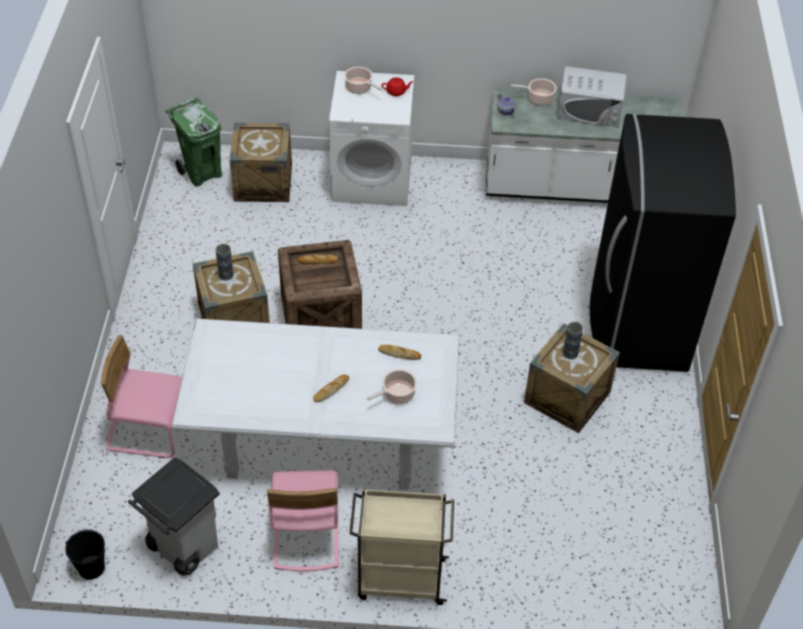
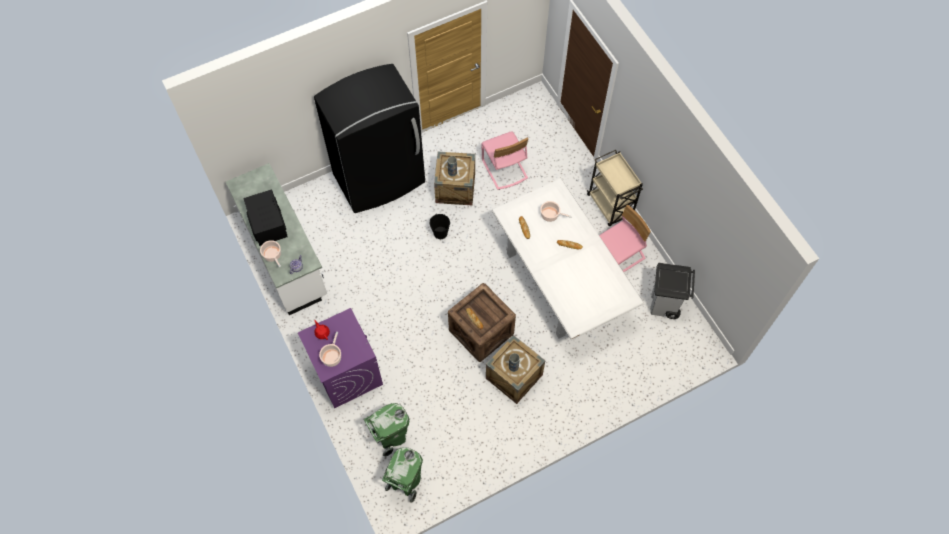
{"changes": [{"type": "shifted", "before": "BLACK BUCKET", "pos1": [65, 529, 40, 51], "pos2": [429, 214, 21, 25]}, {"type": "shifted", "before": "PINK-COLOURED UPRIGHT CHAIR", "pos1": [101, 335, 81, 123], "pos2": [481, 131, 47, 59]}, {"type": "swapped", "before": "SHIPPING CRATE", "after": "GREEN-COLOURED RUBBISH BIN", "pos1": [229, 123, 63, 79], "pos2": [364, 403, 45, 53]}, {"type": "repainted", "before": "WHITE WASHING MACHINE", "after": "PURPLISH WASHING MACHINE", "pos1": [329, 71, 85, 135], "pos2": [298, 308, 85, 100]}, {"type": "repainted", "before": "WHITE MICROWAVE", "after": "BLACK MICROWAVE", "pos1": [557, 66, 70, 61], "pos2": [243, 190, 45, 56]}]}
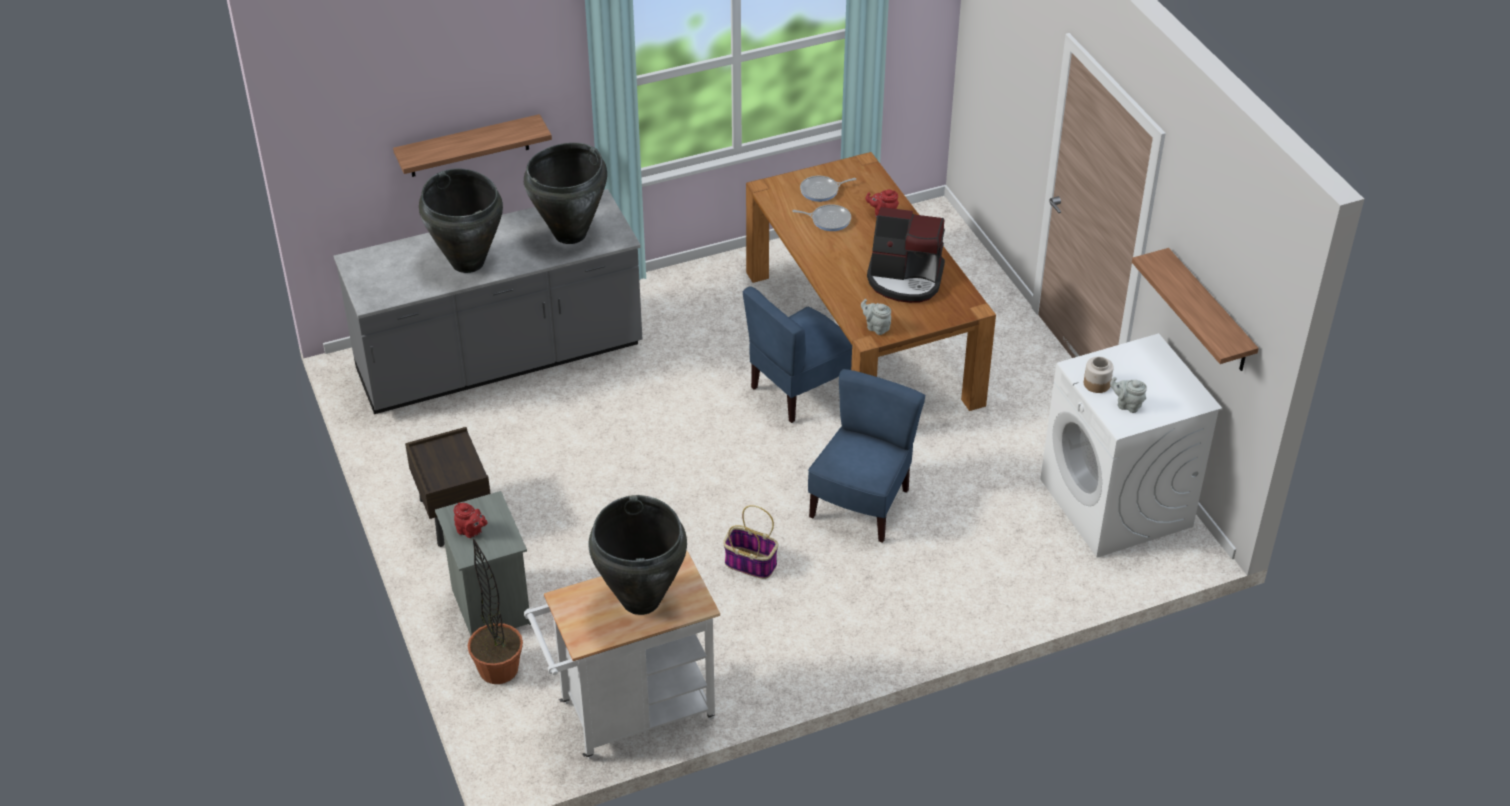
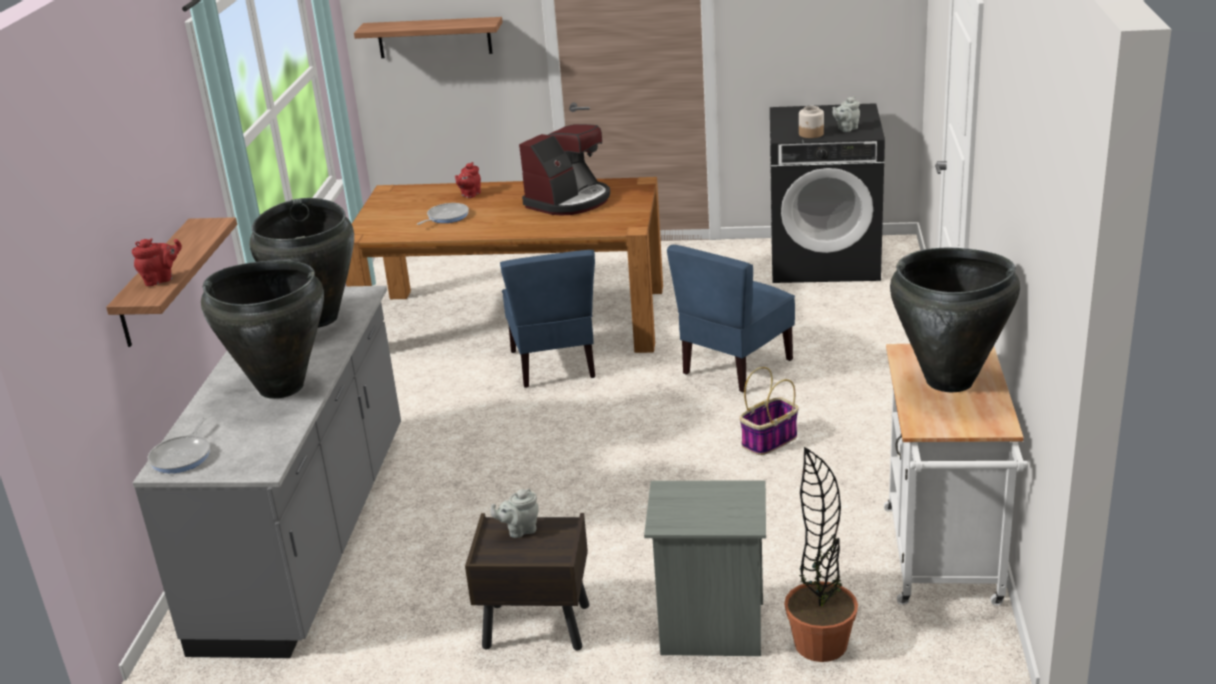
{"changes": [{"type": "shifted", "before": "RED-COLOURED POT FOR TEA", "pos1": [454, 502, 34, 36], "pos2": [132, 238, 50, 48]}, {"type": "shifted", "before": "SKILLET", "pos1": [800, 176, 56, 26], "pos2": [148, 417, 62, 56]}, {"type": "shifted", "before": "GREY POT FOR TEA", "pos1": [861, 299, 30, 36], "pos2": [490, 489, 49, 49]}, {"type": "shifted", "before": "WALL SHELF", "pos1": [1132, 248, 127, 123], "pos2": [354, 17, 149, 41]}, {"type": "repainted", "before": "WHITE WASHING MACHINE", "after": "BLACK WASHING MACHINE", "pos1": [1040, 333, 182, 224], "pos2": [770, 103, 115, 180]}, {"type": "rotated", "before": "BLUE UPRIGHT CHAIR", "pos1": [808, 369, 117, 174], "pos2": [667, 245, 128, 147], "turn": -105}]}
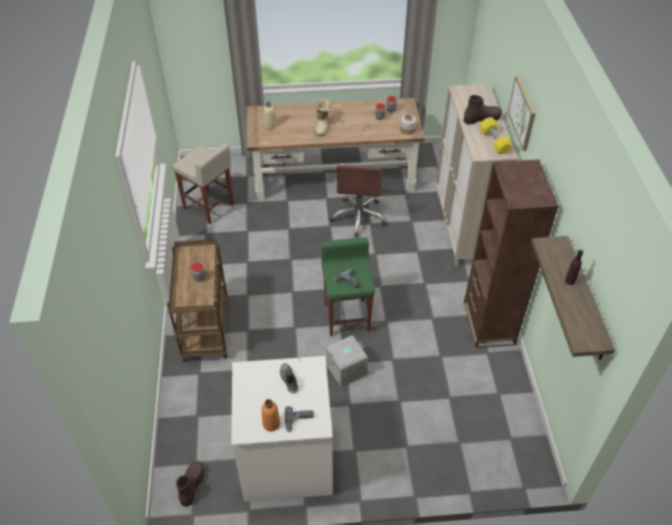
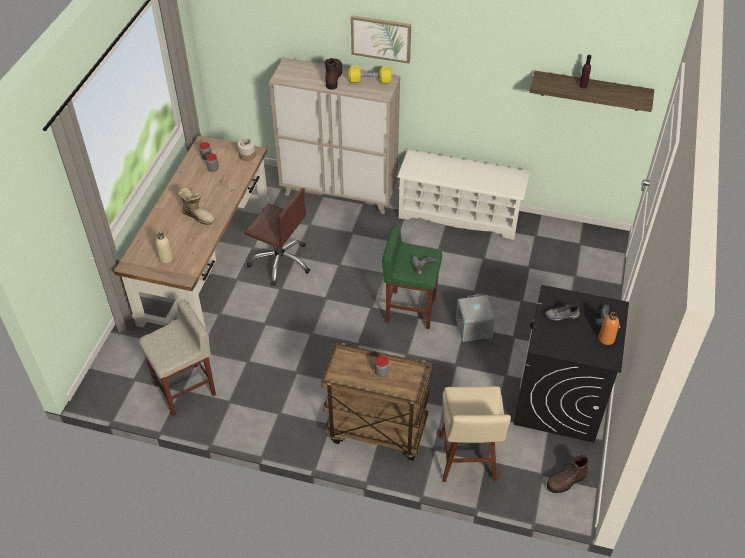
{"changes": [{"type": "new", "after": "BEIGE STOOL SEAT", "pos2": [439, 386, 72, 96]}, {"type": "swapped", "before": "BROWN-COLOURED BOOKCASE", "after": "WHITE SHOE RACK", "pos1": [464, 160, 95, 188], "pos2": [397, 150, 133, 90]}, {"type": "repainted", "before": "WHITE WASHING MACHINE", "after": "BLACK WASHING MACHINE", "pos1": [231, 356, 102, 146], "pos2": [513, 285, 116, 158]}, {"type": "rotated", "before": "BROWN-COLOURED BOOT", "pos1": [176, 461, 28, 46], "pos2": [547, 455, 42, 38], "turn": -60}]}
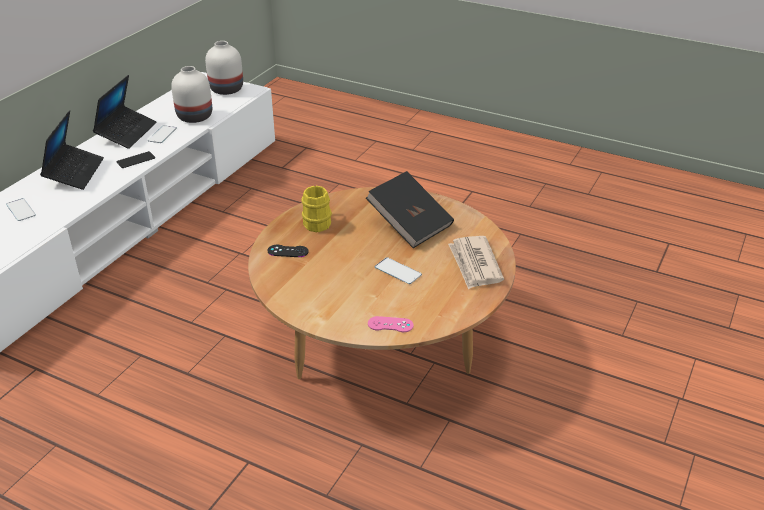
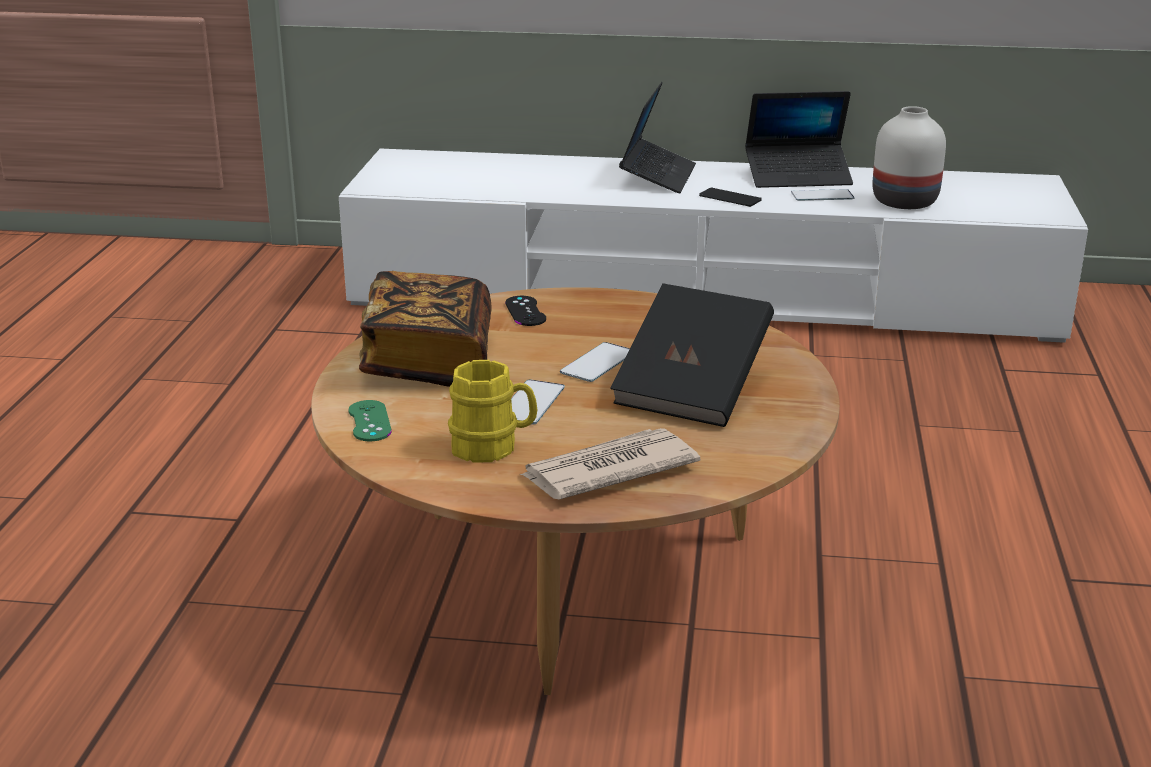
{"changes": [{"type": "gone", "before": "WHITE DECORATIVE VASE", "pos1": [205, 41, 38, 54]}, {"type": "new", "after": "BOUND BOOK", "pos2": [359, 271, 133, 115]}, {"type": "shifted", "before": "HANDSET", "pos1": [6, 198, 30, 23], "pos2": [560, 342, 70, 40]}, {"type": "shifted", "before": "YELLOWISH TEA MUG", "pos1": [301, 186, 31, 46], "pos2": [448, 360, 90, 103]}, {"type": "repainted", "before": "PINK-COLOURED GAMEPAD", "after": "GREEN-COLOURED GAMEPAD", "pos1": [368, 316, 46, 16], "pos2": [348, 400, 44, 42]}, {"type": "rotated", "before": "LAPTOP", "pos1": [40, 110, 64, 80], "pos2": [619, 82, 77, 111], "turn": -60}]}
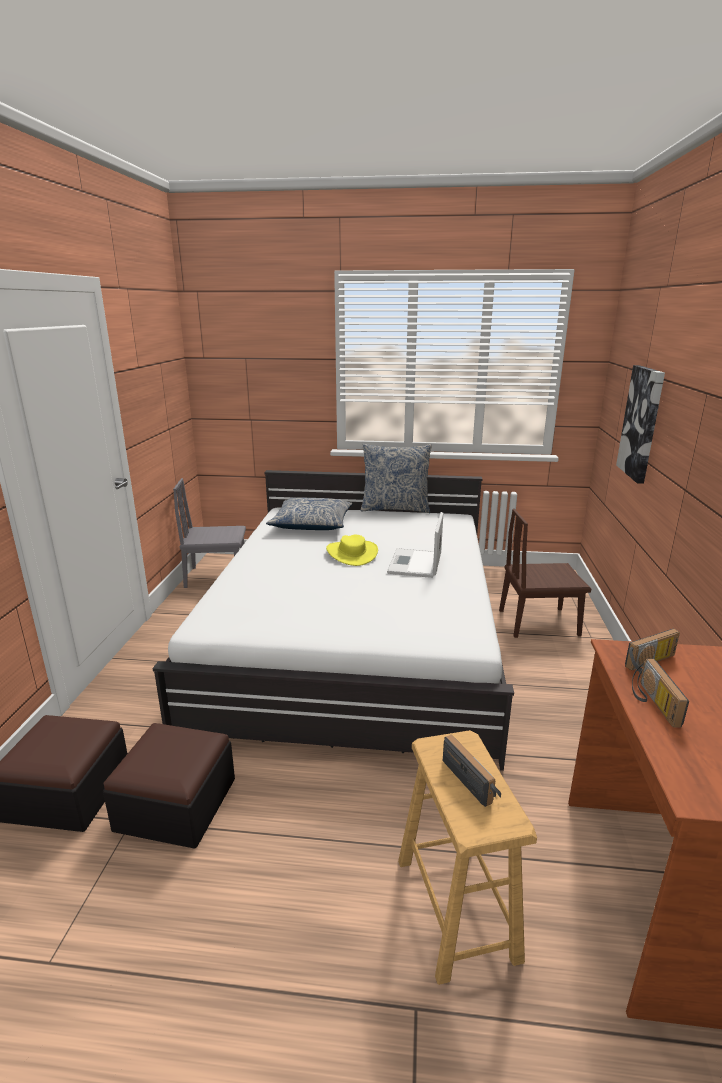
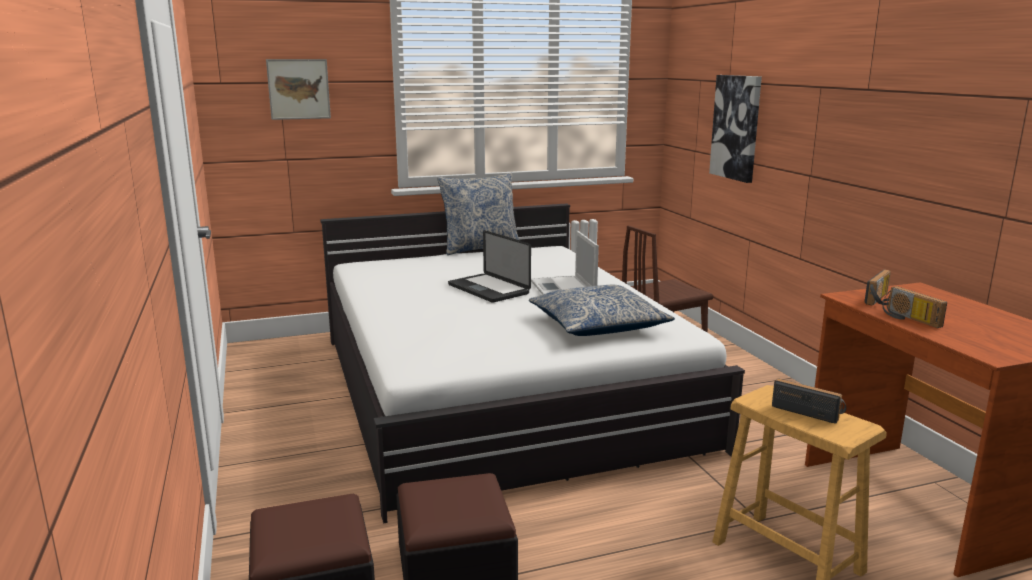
{"changes": [{"type": "gone", "before": "GREY UPRIGHT CHAIR", "pos1": [173, 478, 73, 110]}, {"type": "new", "after": "PICTURE", "pos2": [266, 59, 65, 61]}, {"type": "shifted", "before": "CUSHION", "pos1": [266, 498, 87, 32], "pos2": [529, 285, 146, 51]}, {"type": "swapped", "before": "YELLOWISH HAT", "after": "LAPTOP", "pos1": [326, 535, 52, 31], "pos2": [448, 230, 83, 73]}]}
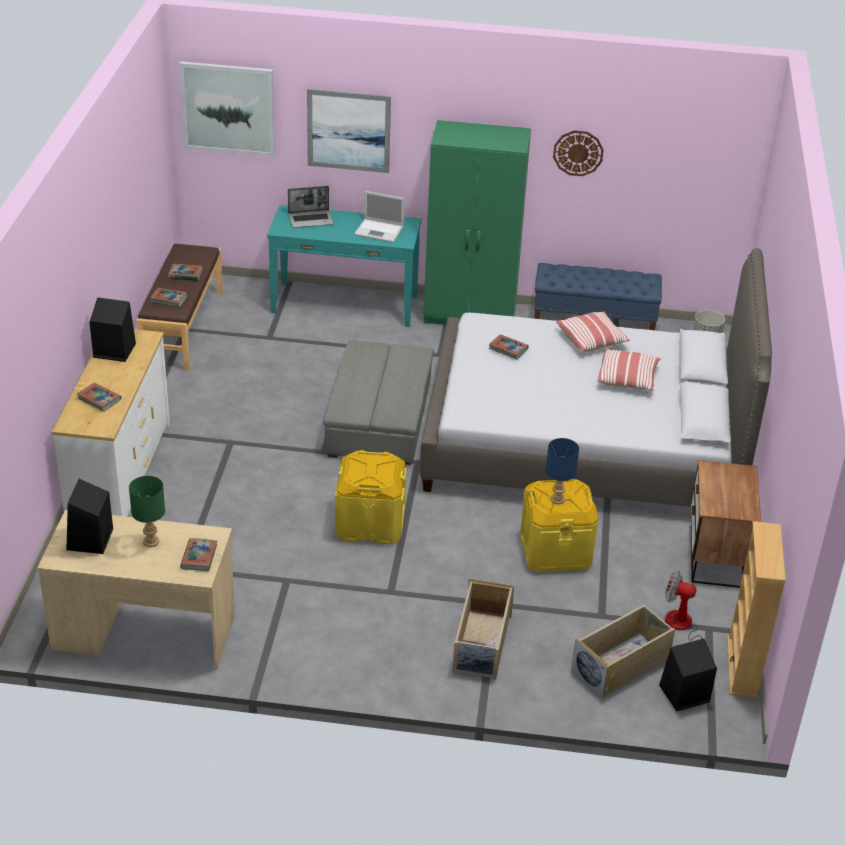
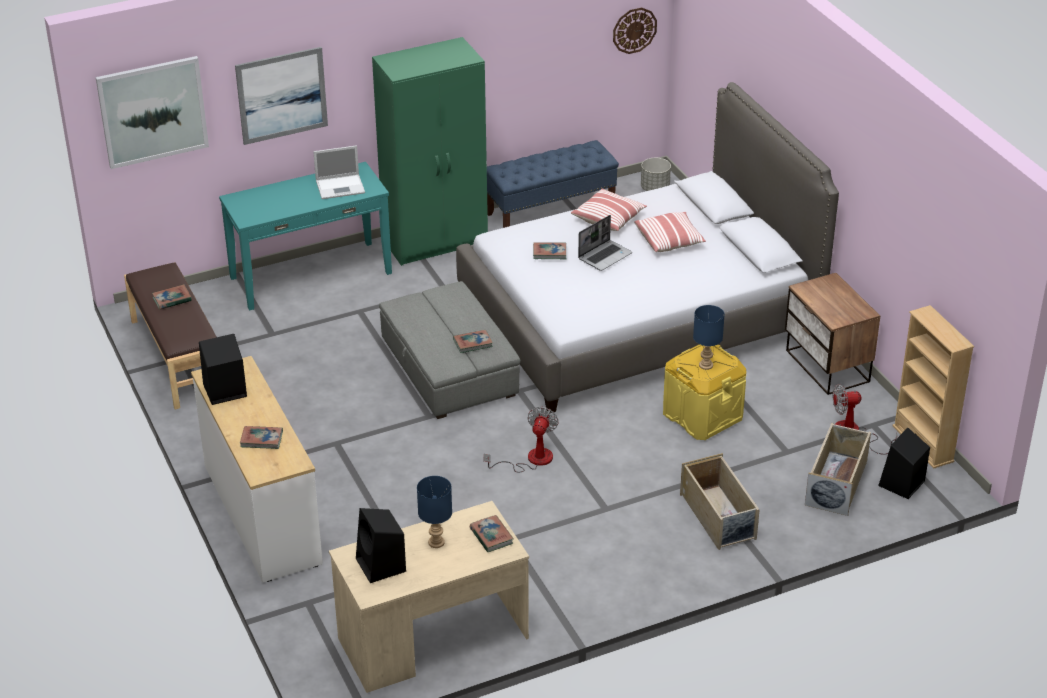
{"changes": [{"type": "shifted", "before": "BOUND BOOK", "pos1": [150, 287, 38, 20], "pos2": [453, 330, 40, 23]}, {"type": "shifted", "before": "LAPTOP", "pos1": [288, 186, 46, 42], "pos2": [578, 215, 54, 56]}, {"type": "shifted", "before": "CLOCK ON THE WALL", "pos1": [553, 130, 51, 46], "pos2": [613, 7, 44, 47]}, {"type": "swapped", "before": "YELLOWISH STORAGE BIN", "after": "FAN", "pos1": [335, 450, 71, 94], "pos2": [484, 407, 75, 66]}, {"type": "repainted", "before": "GREEN-COLOURED TABLE LAMP", "after": "BLUE TABLE LAMP", "pos1": [129, 476, 36, 71], "pos2": [417, 476, 35, 72]}]}
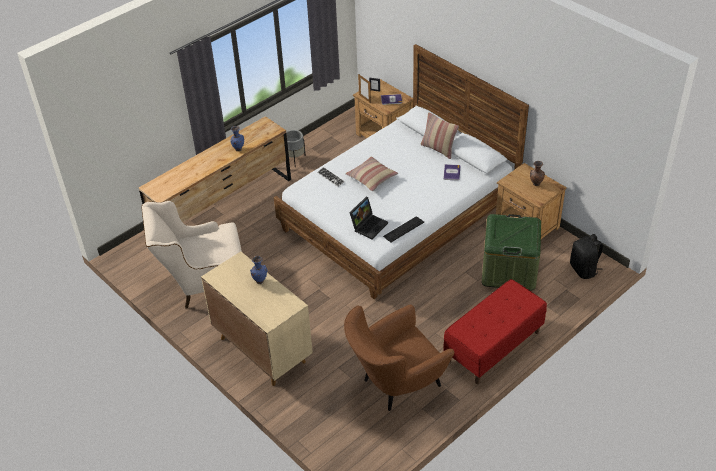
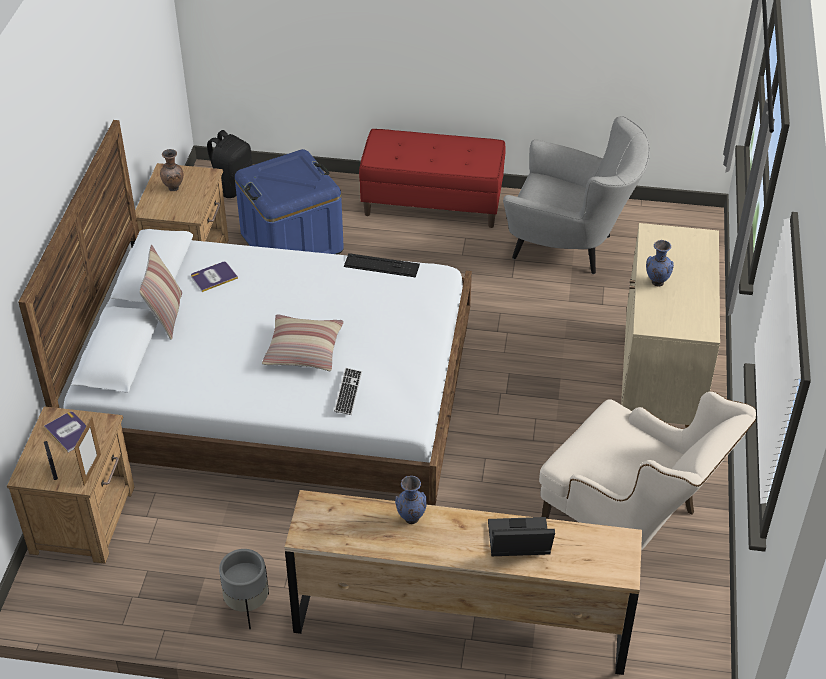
{"changes": [{"type": "shifted", "before": "LAPTOP", "pos1": [349, 197, 39, 42], "pos2": [488, 517, 67, 39]}, {"type": "repainted", "before": "BROWN-COLOURED EASY CHAIR", "after": "GREY EASY CHAIR", "pos1": [344, 305, 111, 106], "pos2": [503, 116, 147, 158]}, {"type": "repainted", "before": "GREEN-COLOURED STORAGE BIN", "after": "BLUE STORAGE BIN", "pos1": [482, 214, 59, 77], "pos2": [235, 149, 109, 105]}]}
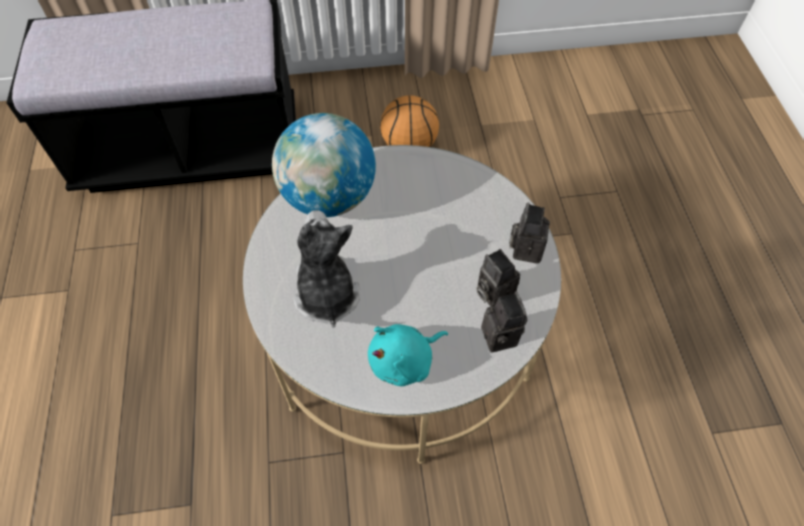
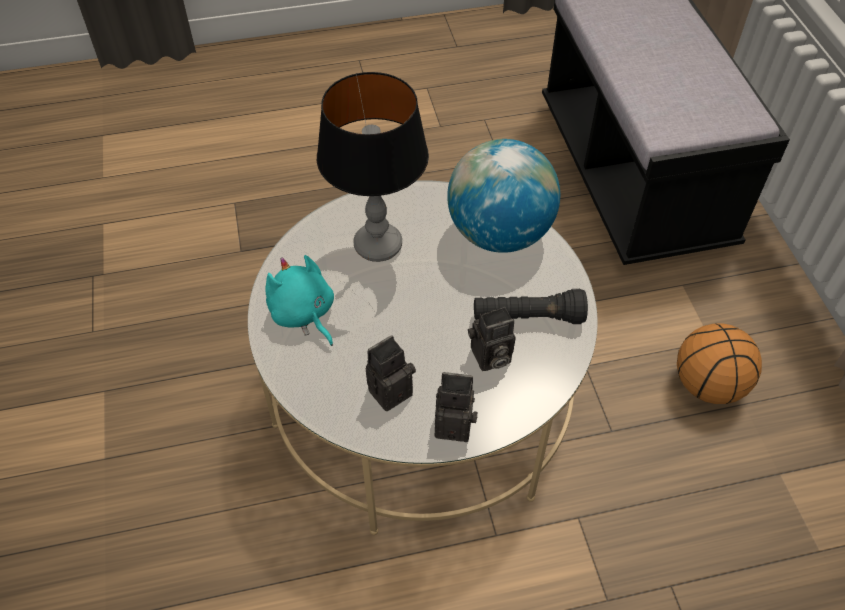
{"changes": [{"type": "new", "after": "BLACK FLASHLIGHT", "pos2": [474, 289, 114, 35]}, {"type": "shifted", "before": "PHOTO CAMERA", "pos1": [481, 291, 46, 61], "pos2": [468, 307, 48, 64]}, {"type": "swapped", "before": "PLUSH TOY", "after": "TABLE LAMP", "pos1": [293, 210, 67, 118], "pos2": [317, 72, 112, 190]}]}
